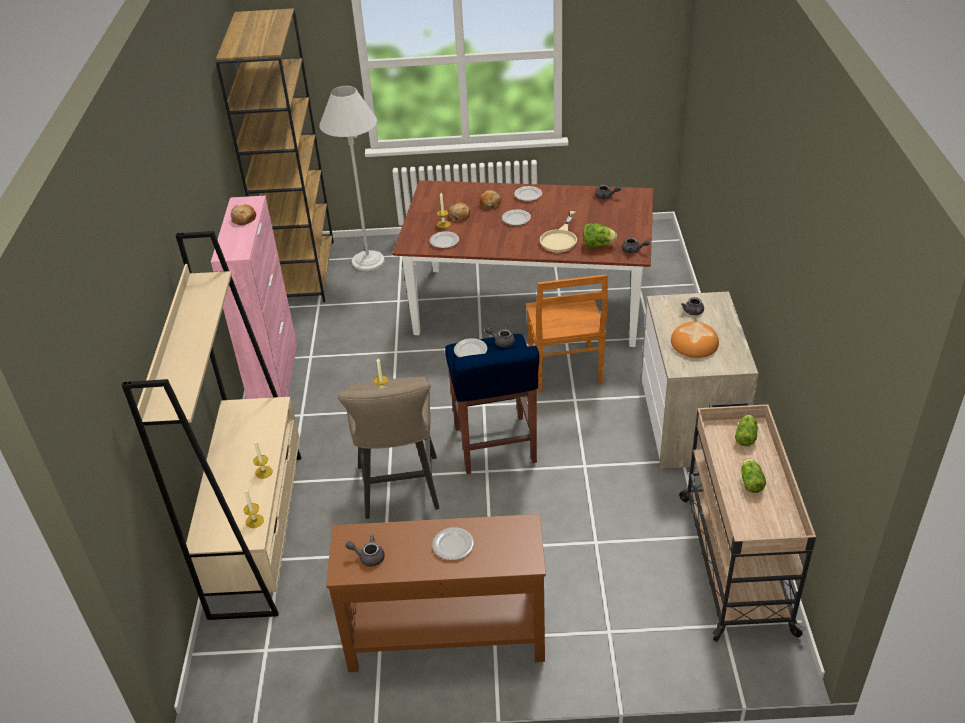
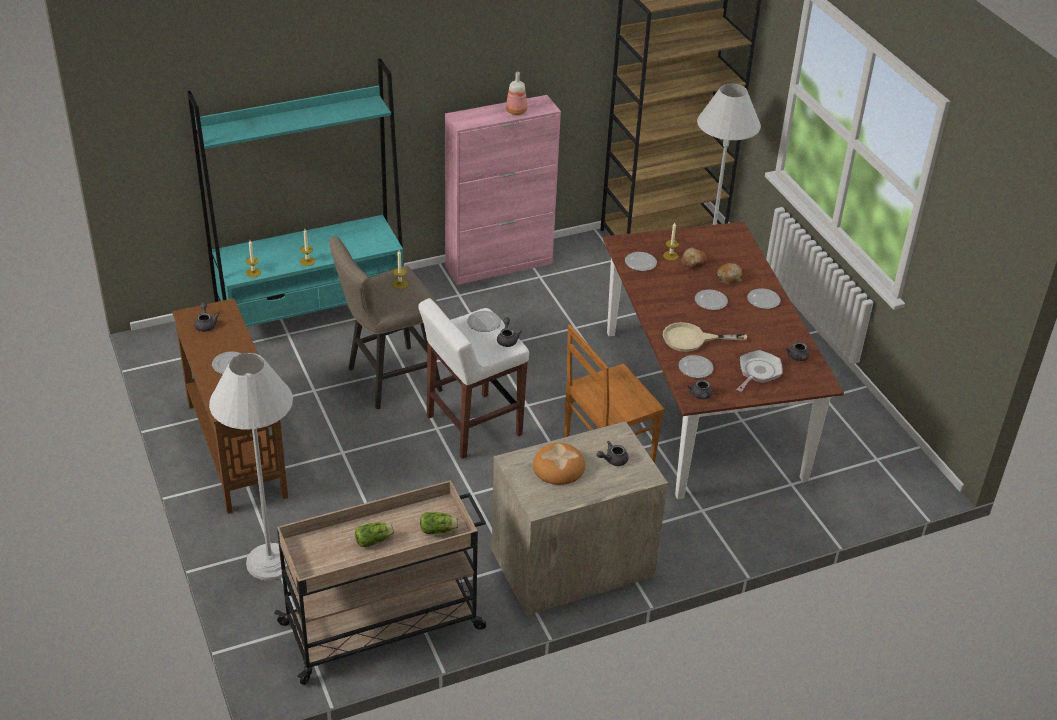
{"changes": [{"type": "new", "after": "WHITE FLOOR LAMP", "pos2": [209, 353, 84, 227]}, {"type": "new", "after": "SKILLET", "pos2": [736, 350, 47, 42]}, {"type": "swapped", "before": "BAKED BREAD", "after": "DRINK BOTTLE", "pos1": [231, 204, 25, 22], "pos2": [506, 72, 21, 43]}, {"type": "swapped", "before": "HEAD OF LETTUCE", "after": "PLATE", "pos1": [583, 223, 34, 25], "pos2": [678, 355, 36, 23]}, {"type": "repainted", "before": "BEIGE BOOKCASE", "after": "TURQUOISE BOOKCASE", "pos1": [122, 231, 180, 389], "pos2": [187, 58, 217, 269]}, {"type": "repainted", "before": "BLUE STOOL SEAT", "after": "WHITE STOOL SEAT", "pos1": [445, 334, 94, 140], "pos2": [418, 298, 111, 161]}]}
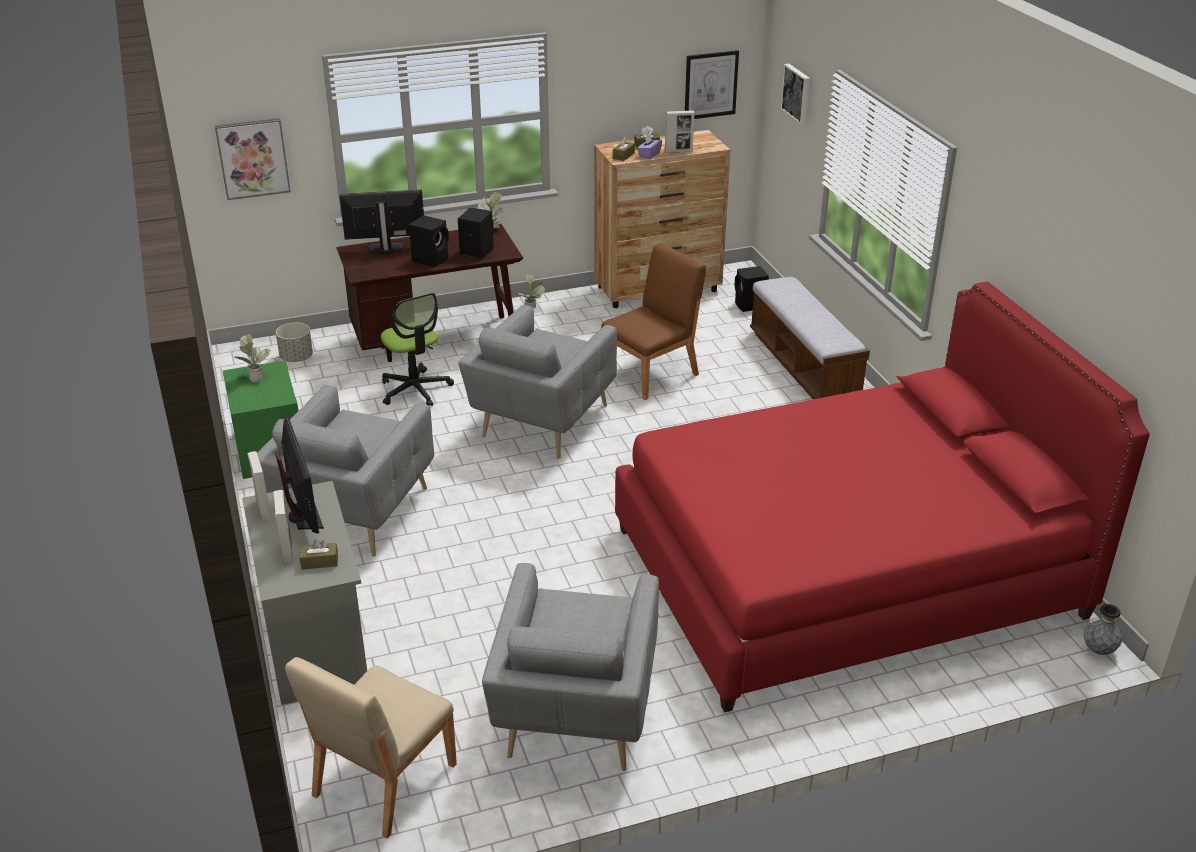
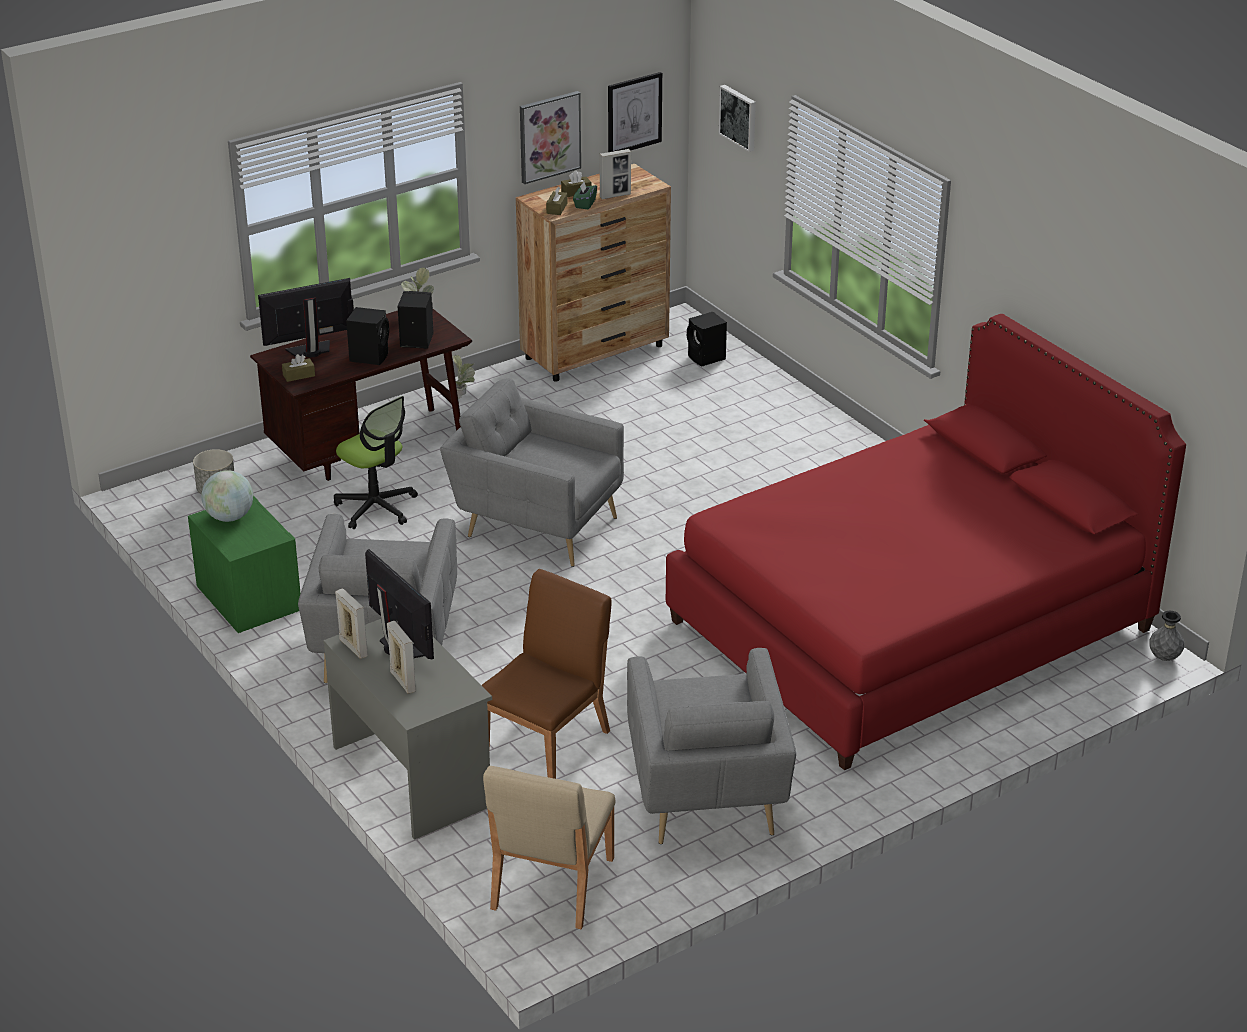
{"changes": [{"type": "gone", "before": "BENCH", "pos1": [750, 276, 120, 123]}, {"type": "shifted", "before": "PICTURE", "pos1": [215, 118, 76, 82], "pos2": [520, 91, 61, 93]}, {"type": "shifted", "before": "BROWN-COLOURED BOX OF TISSUES", "pos1": [299, 539, 39, 31], "pos2": [282, 354, 33, 28]}, {"type": "shifted", "before": "BROWN-COLOURED UPRIGHT CHAIR", "pos1": [601, 243, 105, 157], "pos2": [482, 569, 130, 210]}, {"type": "swapped", "before": "POTTED PLANT", "after": "WORLD GLOBE", "pos1": [233, 334, 38, 48], "pos2": [201, 470, 52, 52]}, {"type": "repainted", "before": "PURPLISH BOX OF TISSUES", "after": "GREEN-COLOURED BOX OF TISSUES", "pos1": [637, 134, 25, 25], "pos2": [573, 182, 24, 27]}, {"type": "rotated", "before": "GREY EASY CHAIR", "pos1": [458, 305, 159, 154], "pos2": [440, 379, 184, 188], "turn": 105}]}
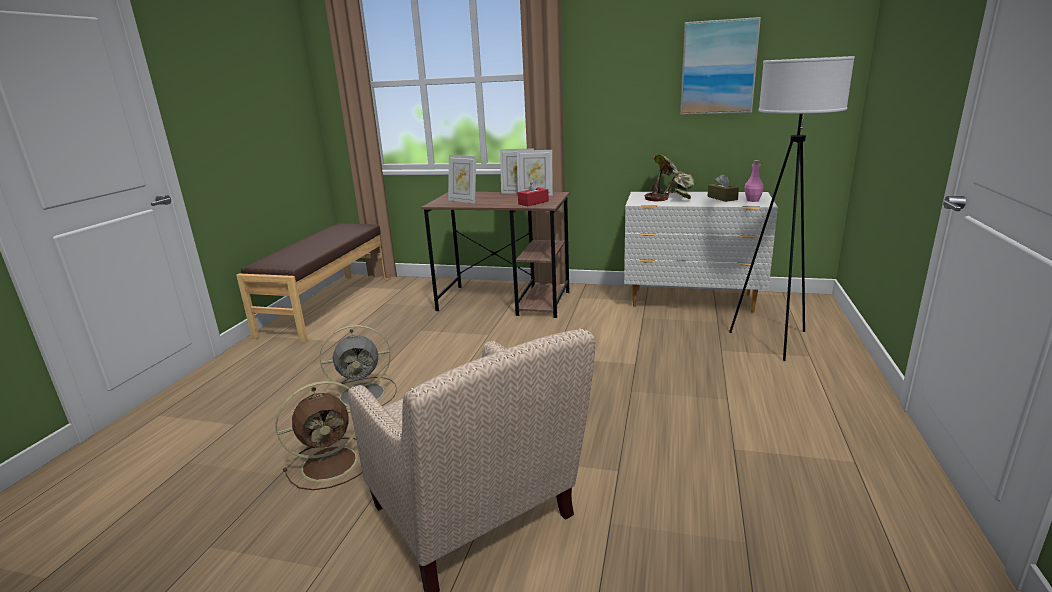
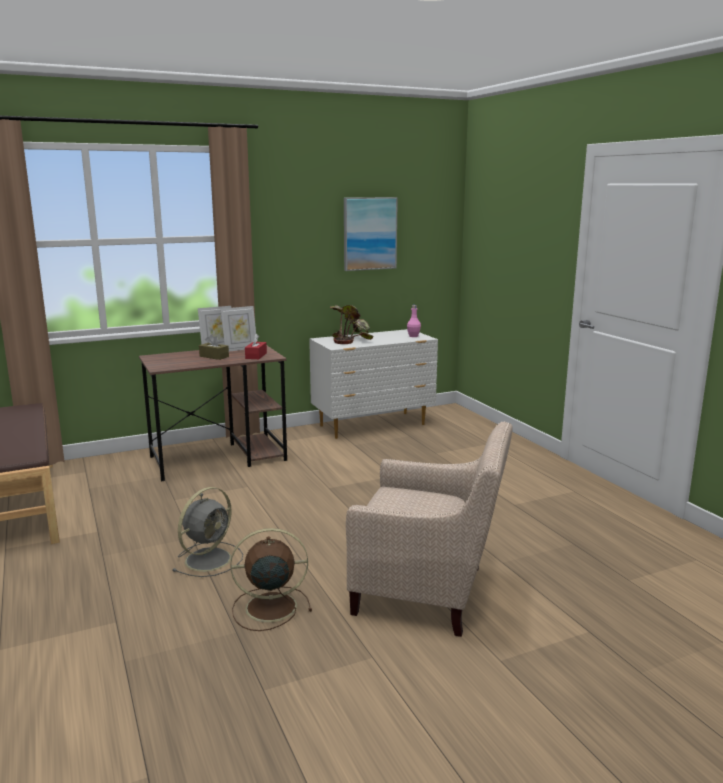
{"changes": [{"type": "gone", "before": "PHOTO FRAME", "pos1": [448, 155, 28, 48]}, {"type": "gone", "before": "WHITE FLOOR LAMP", "pos1": [729, 56, 126, 305]}, {"type": "shifted", "before": "BROWN-COLOURED BOX OF TISSUES", "pos1": [708, 174, 31, 28], "pos2": [199, 334, 30, 26]}, {"type": "rotated", "before": "BROWN-COLOURED FAN", "pos1": [276, 381, 86, 109], "pos2": [230, 528, 82, 103], "turn": -120}]}
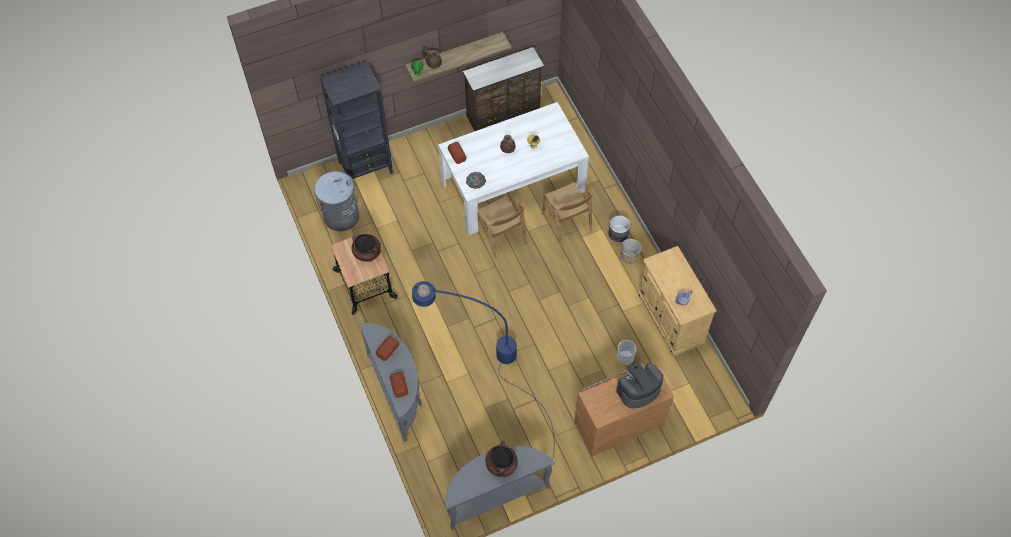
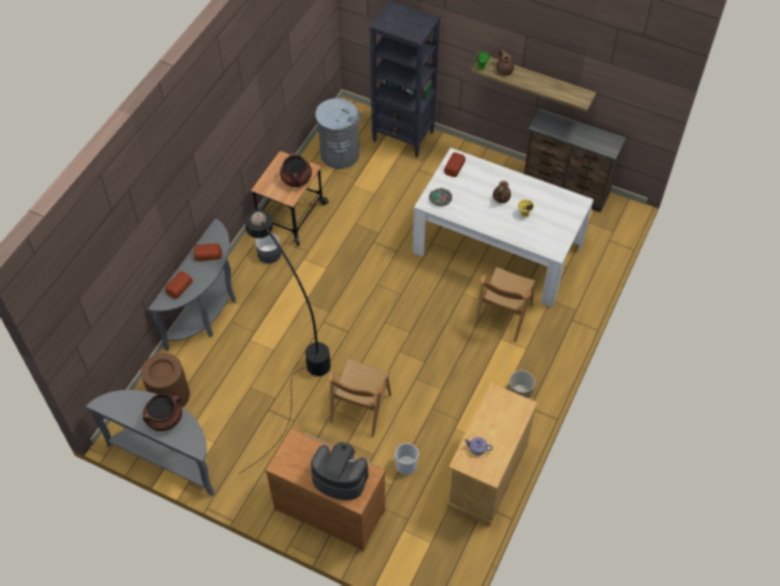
{"changes": [{"type": "new", "after": "BROWN-COLOURED RUBBISH BIN", "pos2": [141, 353, 49, 54]}, {"type": "shifted", "before": "BROWN-COLOURED UPRIGHT CHAIR", "pos1": [477, 196, 50, 63], "pos2": [329, 359, 62, 78]}, {"type": "shifted", "before": "GREY PLANT POT", "pos1": [608, 215, 23, 27], "pos2": [255, 233, 26, 31]}, {"type": "repainted", "before": "BLUE FLOOR LAMP", "after": "BLACK FLOOR LAMP", "pos1": [412, 281, 142, 177], "pos2": [239, 209, 92, 265]}]}
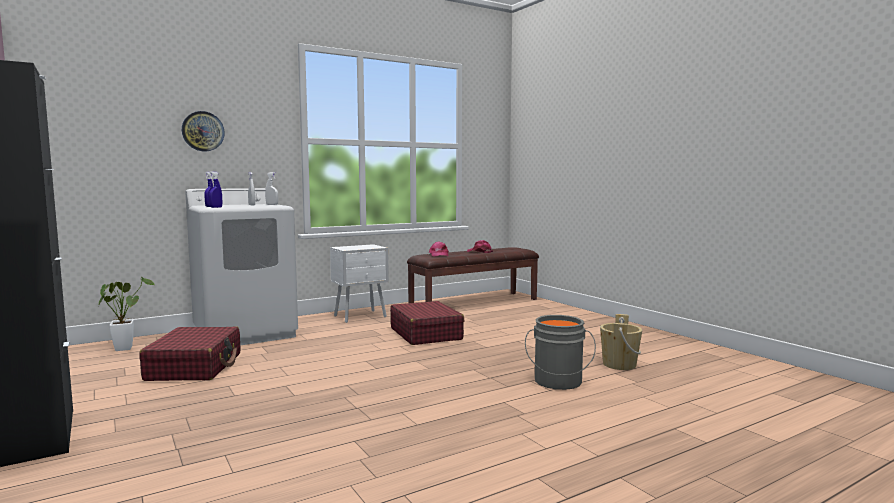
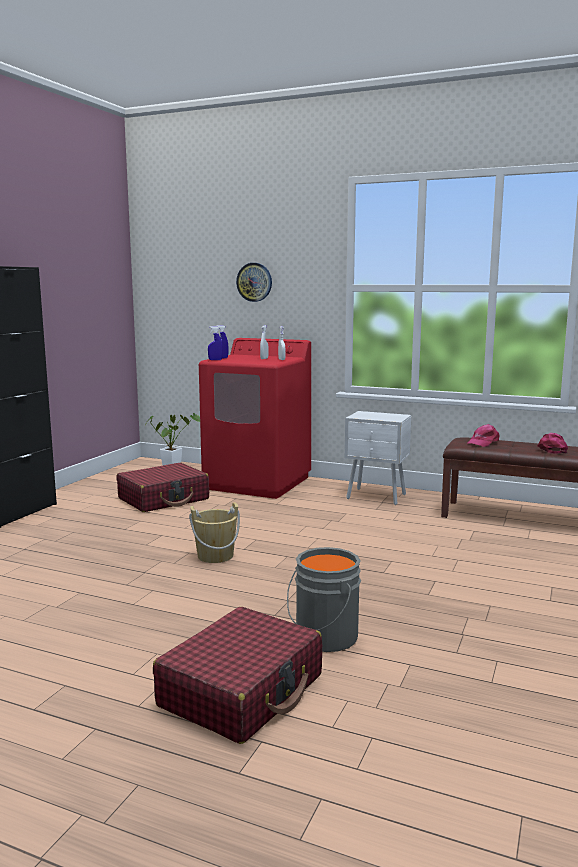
{"changes": [{"type": "shifted", "before": "RED-COLOURED PIECE OF LUGGAGE", "pos1": [390, 301, 74, 44], "pos2": [153, 607, 169, 137]}, {"type": "shifted", "before": "BEIGE BUCKET", "pos1": [600, 314, 42, 56], "pos2": [189, 502, 51, 61]}, {"type": "repainted", "before": "WHITE WASHING MACHINE", "after": "RED-COLOURED WASHING MACHINE", "pos1": [185, 188, 113, 158], "pos2": [199, 338, 112, 161]}]}
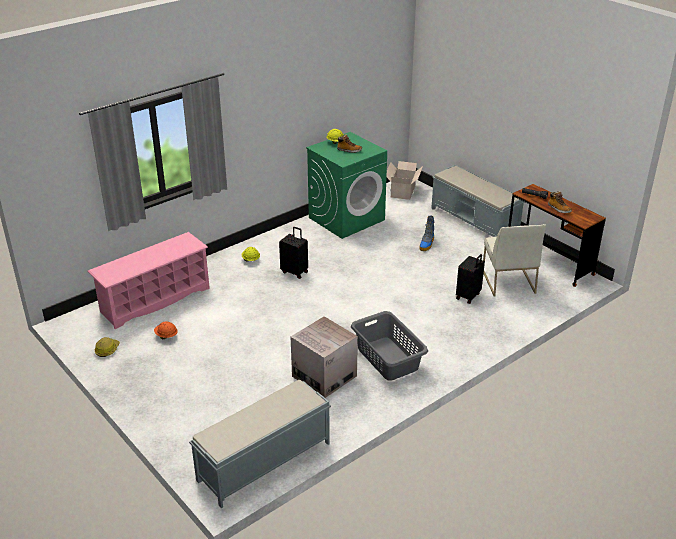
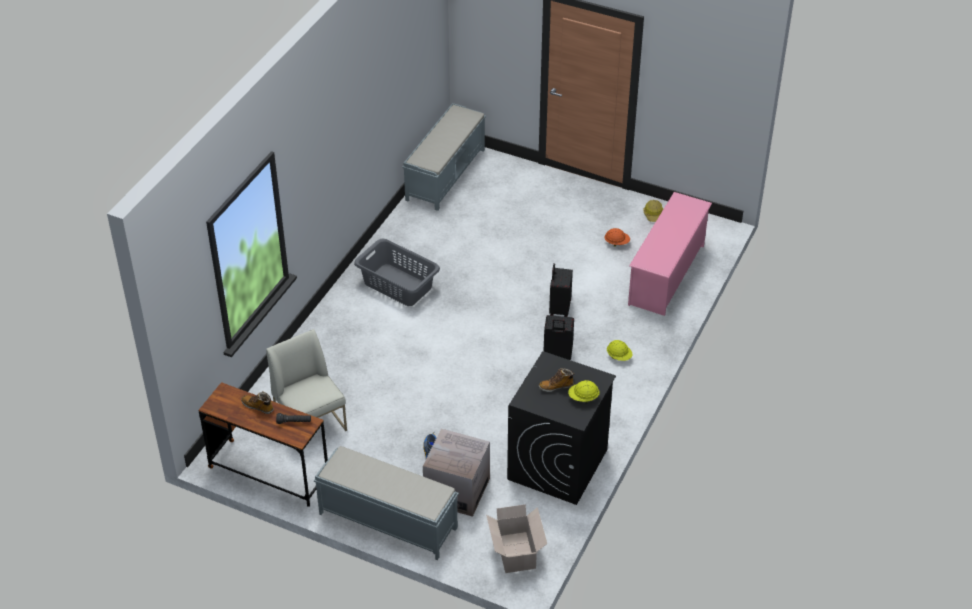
{"changes": [{"type": "shifted", "before": "CARTON", "pos1": [291, 316, 67, 82], "pos2": [423, 429, 67, 88]}, {"type": "shifted", "before": "BLACK PIECE OF LUGGAGE", "pos1": [456, 254, 29, 50], "pos2": [549, 263, 24, 54]}, {"type": "repainted", "before": "GREEN-COLOURED WASHING MACHINE", "after": "BLACK WASHING MACHINE", "pos1": [306, 132, 81, 107], "pos2": [507, 351, 109, 154]}]}
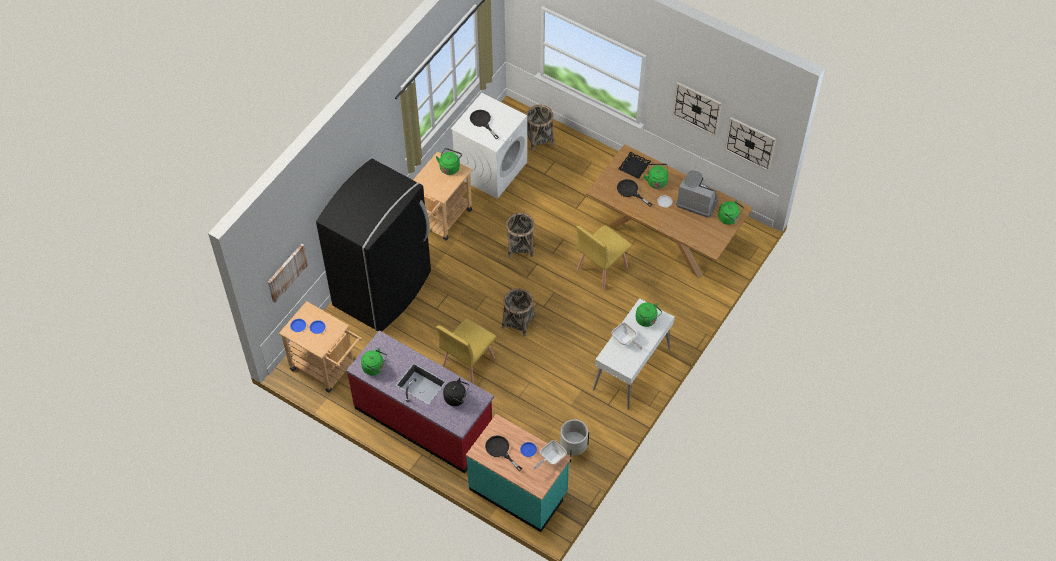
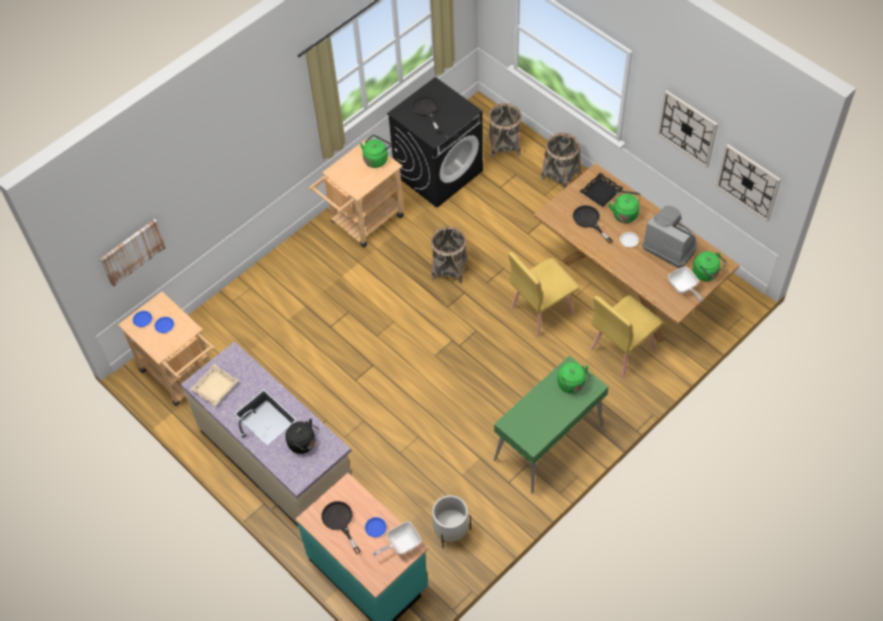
{"changes": [{"type": "gone", "before": "BLACK KITCHEN FRIDGE", "pos1": [316, 159, 115, 173]}, {"type": "shifted", "before": "YELLOWISH UPRIGHT CHAIR", "pos1": [436, 318, 60, 66], "pos2": [590, 295, 73, 82]}, {"type": "shifted", "before": "HOUSEHOLD BASKET", "pos1": [502, 288, 33, 48], "pos2": [541, 133, 40, 57]}, {"type": "shifted", "before": "SKILLET", "pos1": [612, 322, 31, 28], "pos2": [668, 267, 35, 35]}, {"type": "swapped", "before": "GREEN-COLOURED KETTLE", "after": "BEIGE CARRYING TRAY", "pos1": [361, 348, 26, 27], "pos2": [190, 364, 49, 42]}, {"type": "repainted", "before": "RED-COLOURED COUNTER", "after": "BEIGE COUNTER", "pos1": [346, 330, 148, 143], "pos2": [181, 341, 171, 185]}, {"type": "repainted", "before": "WHITE WASHING MACHINE", "after": "BLACK WASHING MACHINE", "pos1": [451, 93, 76, 106], "pos2": [387, 77, 96, 131]}, {"type": "repainted", "before": "WHITE DESK TABLE", "after": "GREEN-COLOURED DESK TABLE", "pos1": [593, 298, 82, 112], "pos2": [494, 356, 115, 138]}]}
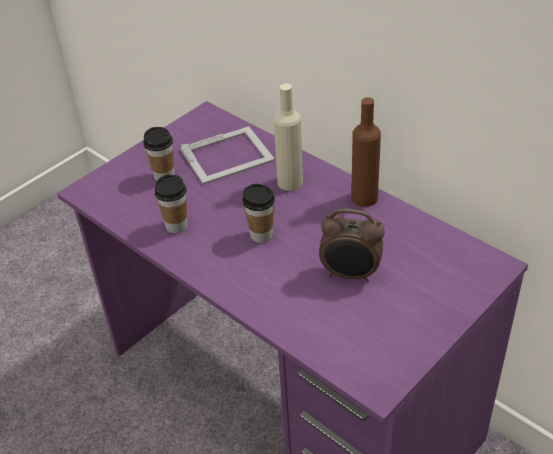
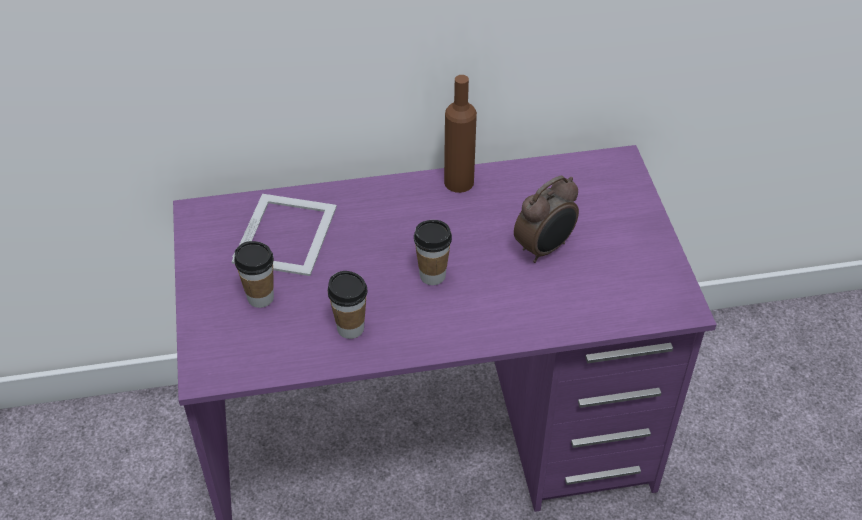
{"changes": [{"type": "gone", "before": "BEIGE DRINK BOTTLE", "pos1": [274, 83, 29, 108]}]}
